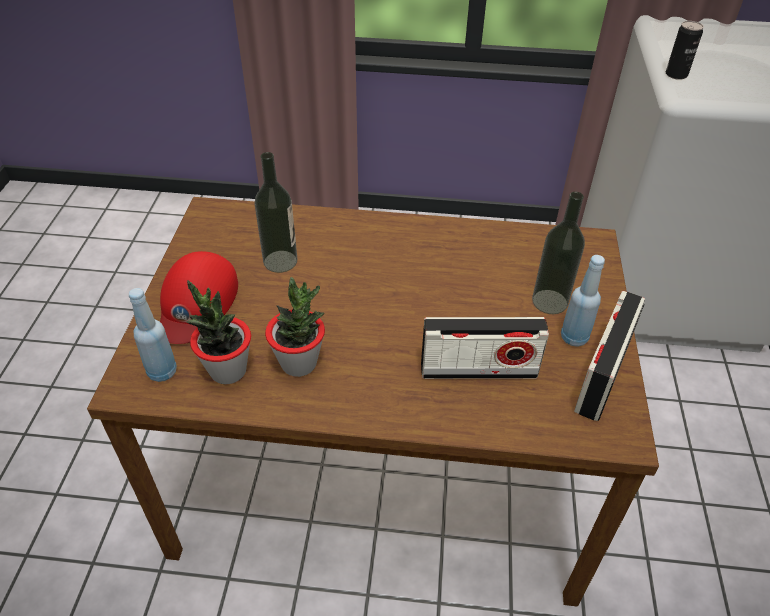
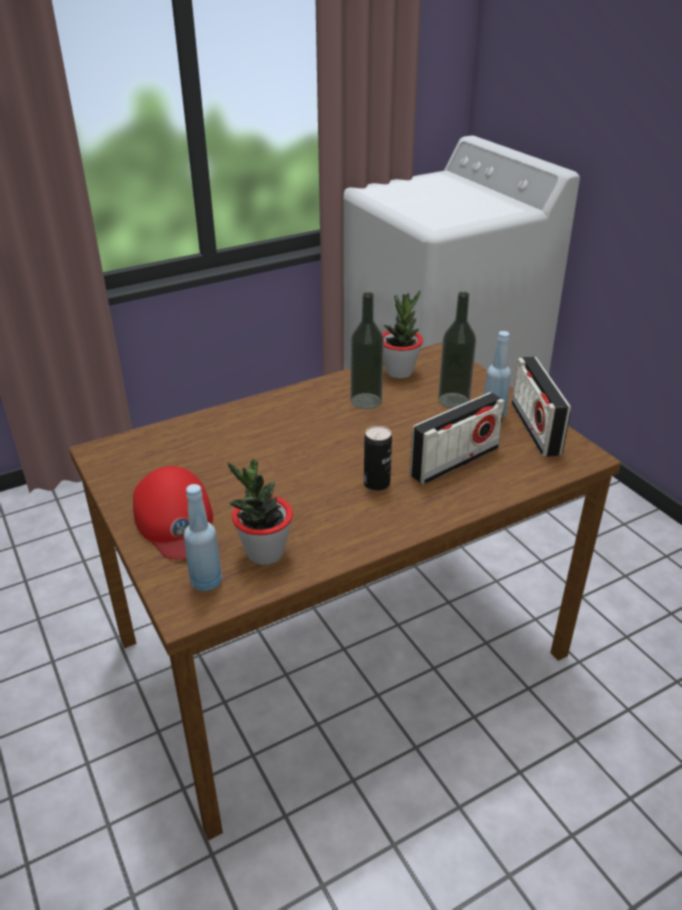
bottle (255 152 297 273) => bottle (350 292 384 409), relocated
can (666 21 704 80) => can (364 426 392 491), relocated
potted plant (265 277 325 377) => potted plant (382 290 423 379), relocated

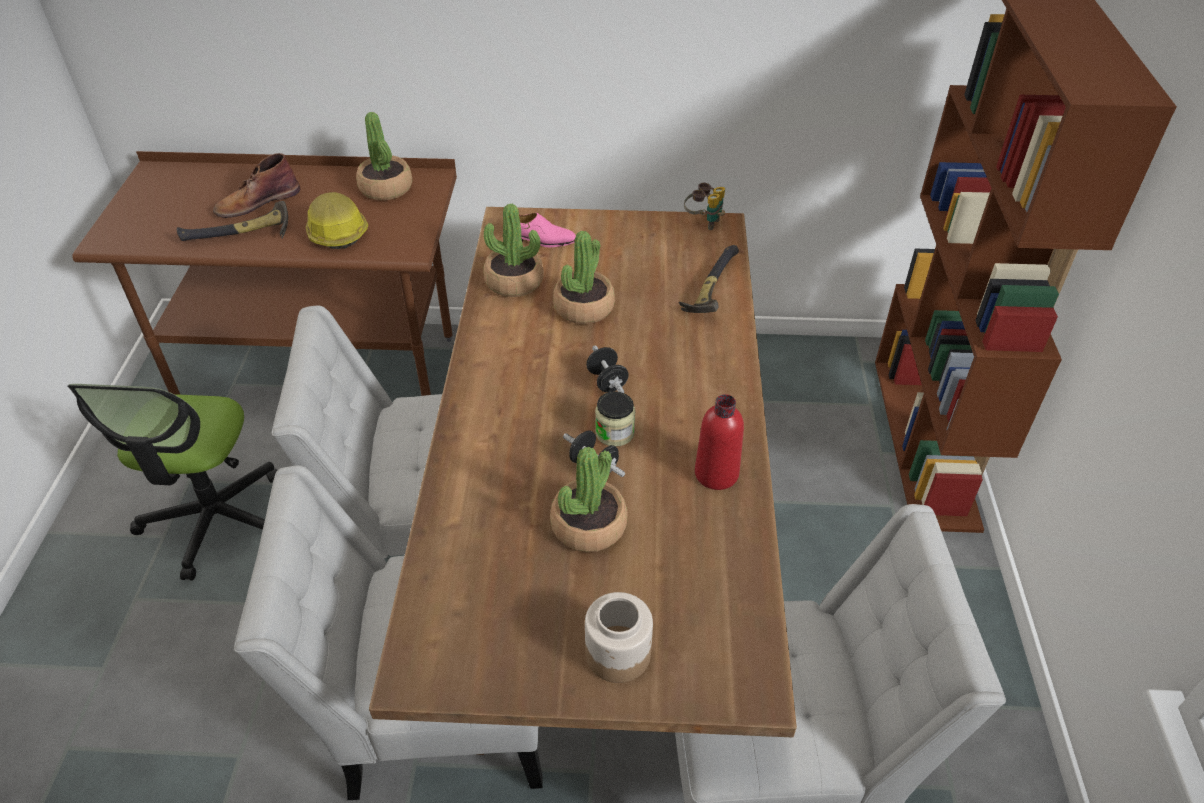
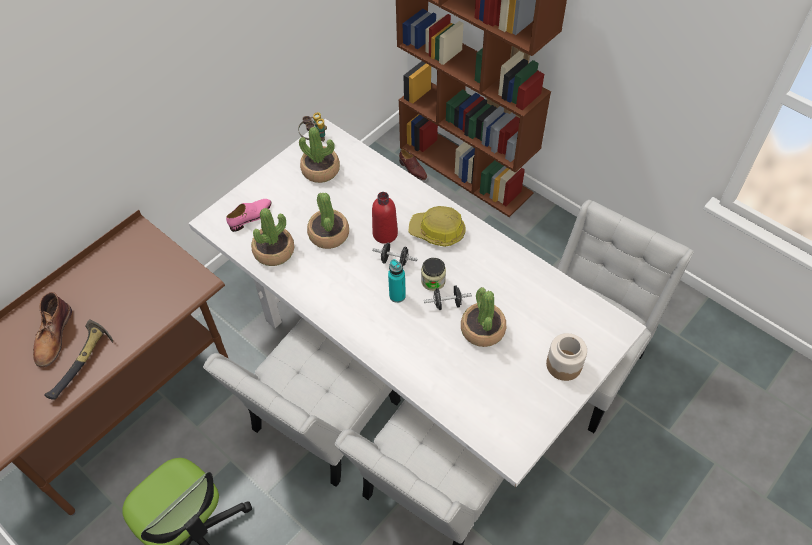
brown dining table (369 207 797 755) => white dining table (189 119 646 487)
potted plant (356 112 412 200) => potted plant (299 127 340 183), relocated
red bottle (695 394 744 490) => red bottle (372 192 398 244), relocated
nothing => turquoise bottle (388 259 406 303)
nothing => brown shoe (399 149 427 180)
hard hat (306 192 368 249) => hard hat (408 206 466 247), relocated
hammer (679 245 739 313) => nothing

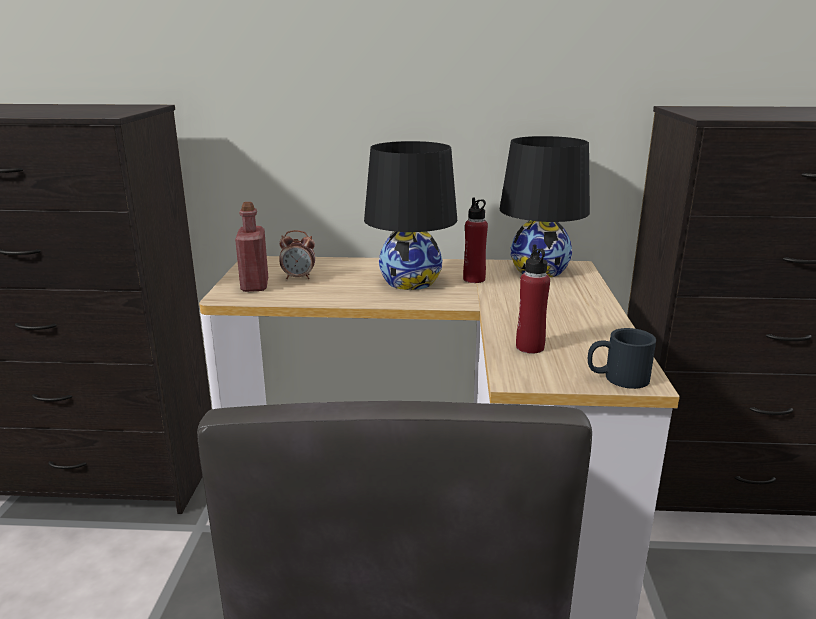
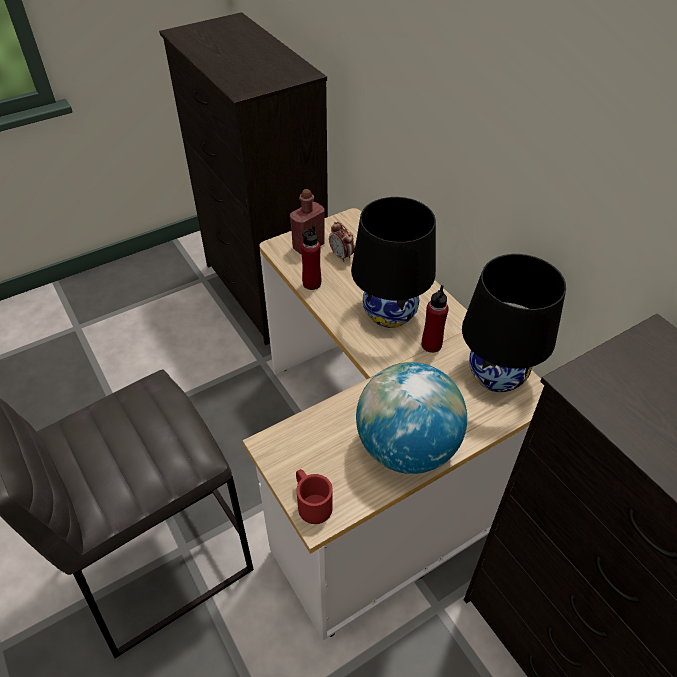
black mug (588 328 656 389) => red mug (296 469 333 524)
red bottle (516 245 550 354) => red bottle (301 225 321 290), relocated
nothing => globe (356 362 467 474)

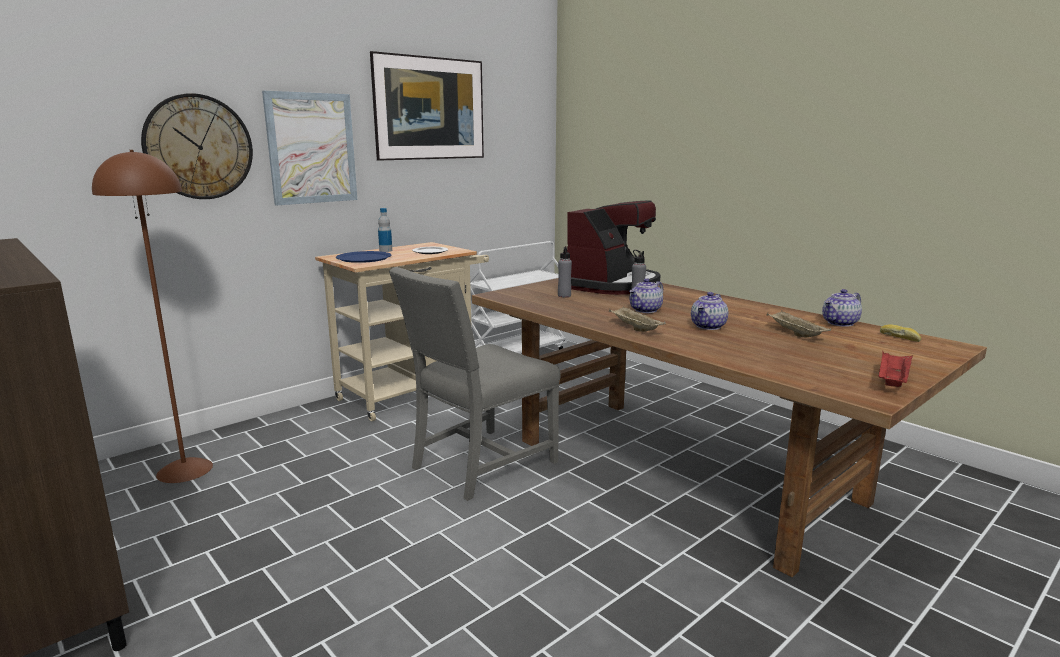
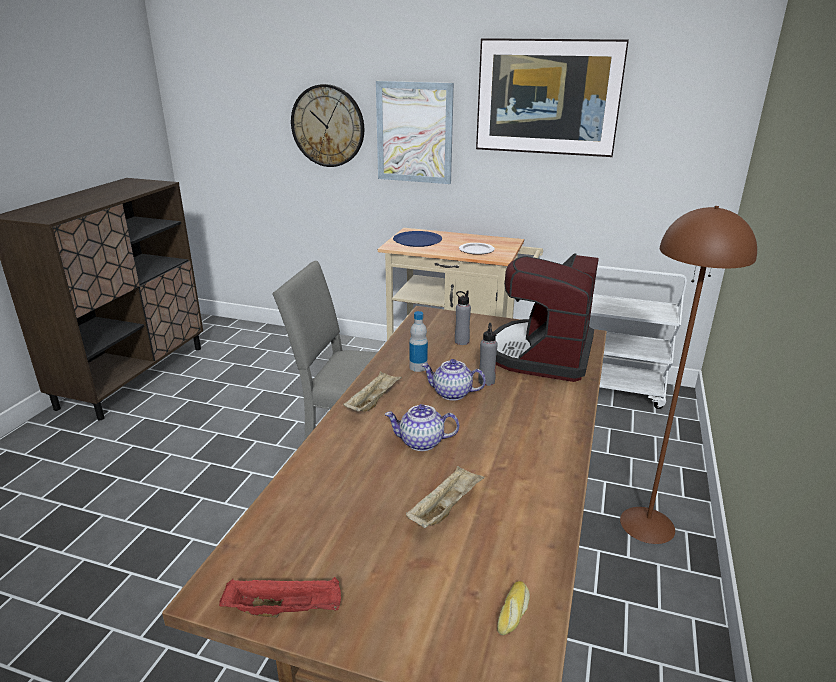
bottle (378 208 392 252) => bottle (409 311 428 372), relocated
coffee machine (567 200 661 295) => coffee machine (494 254 599 382), 105 degrees clockwise
brown floor lamp (92 150 213 483) => brown floor lamp (620 206 757 544), relocated
teapot (822 289 862 327) => nothing

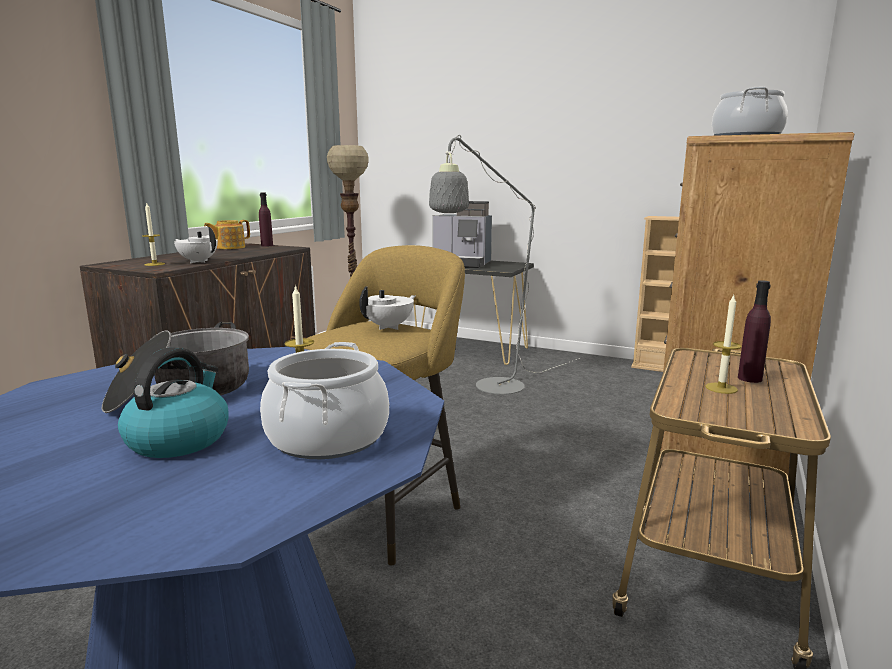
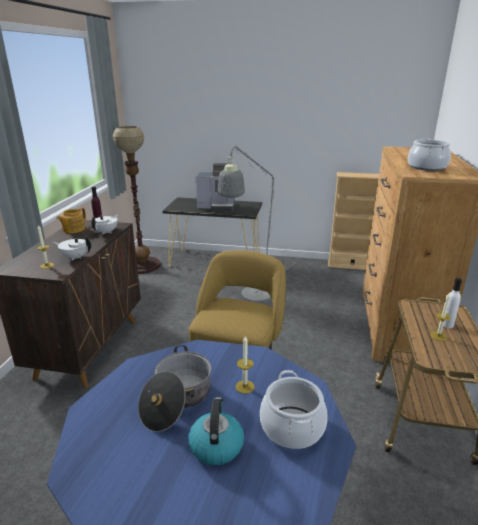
white teapot (359 286 416 330) => white teapot (91 215 118 235), relocated
purple bottle (738 280 771 383) => white bottle (443 278 462 328)

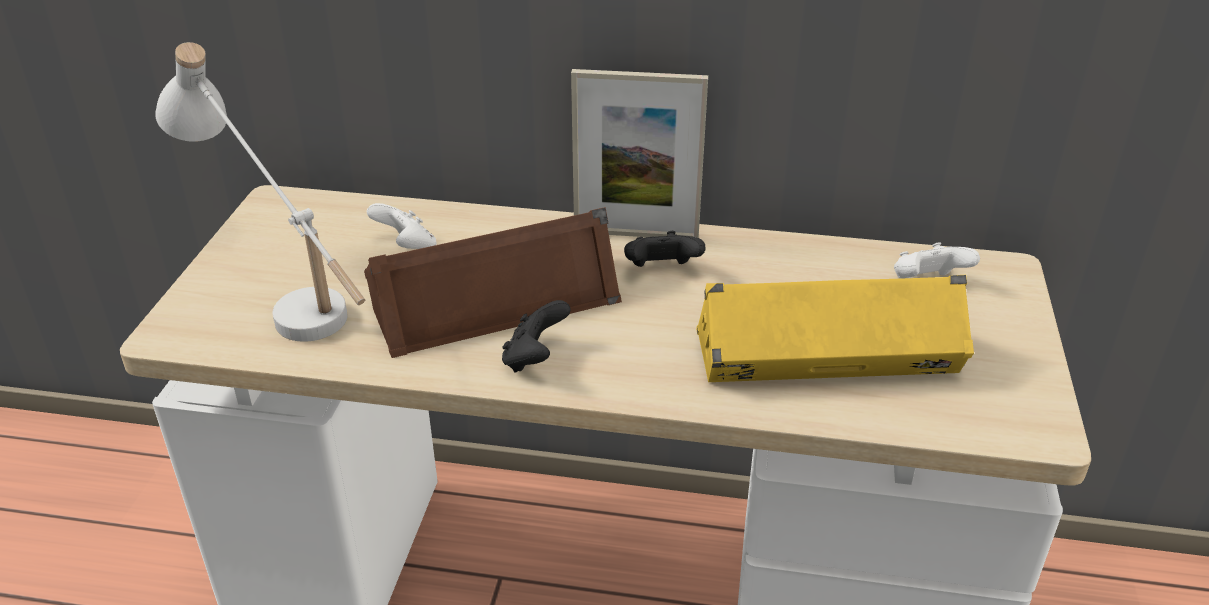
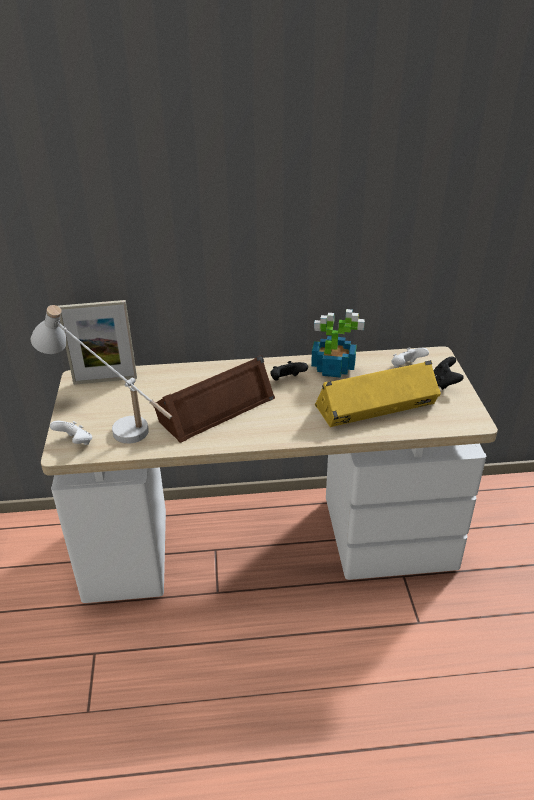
white game controller (367 203 437 249) => white game controller (50 421 92 445), relocated
picture frame (571 69 708 238) => picture frame (58 300 137 385), relocated
nothing => potted plant (311 309 365 378)
black game controller (502 300 571 372) => black game controller (433 356 464 390), relocated

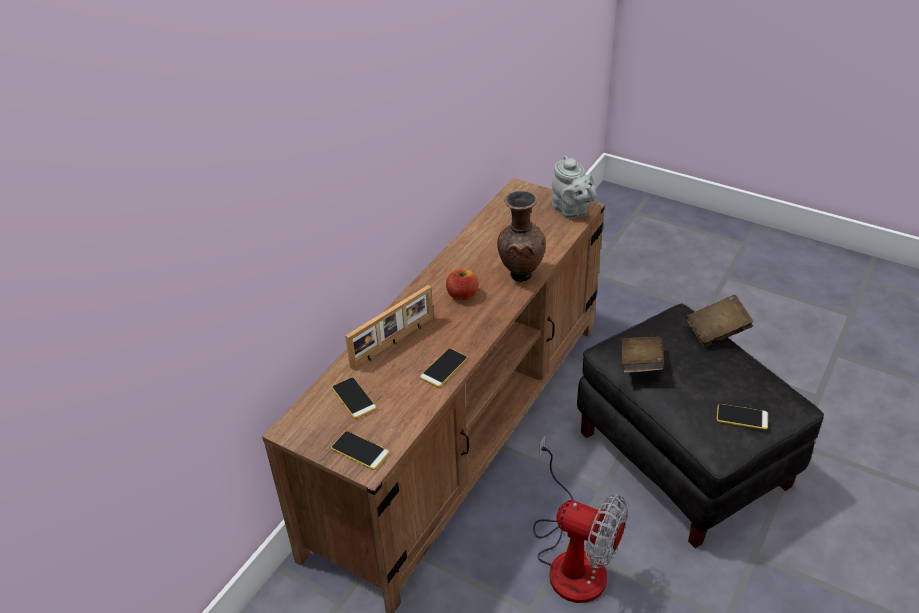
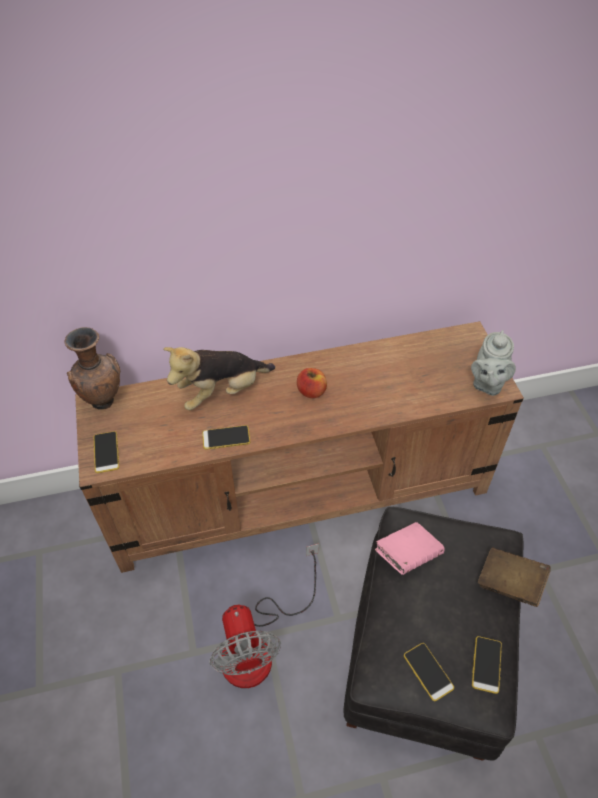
brown vase (497 191 546 282) => brown vase (65 327 120 409), relocated
picture frame (345 285 433 369) => plush toy (163 347 275 410)
brown book (621 337 664 373) => pink book (375 522 445 575)
phone (332 377 377 419) => phone (472 636 502 694), relocated

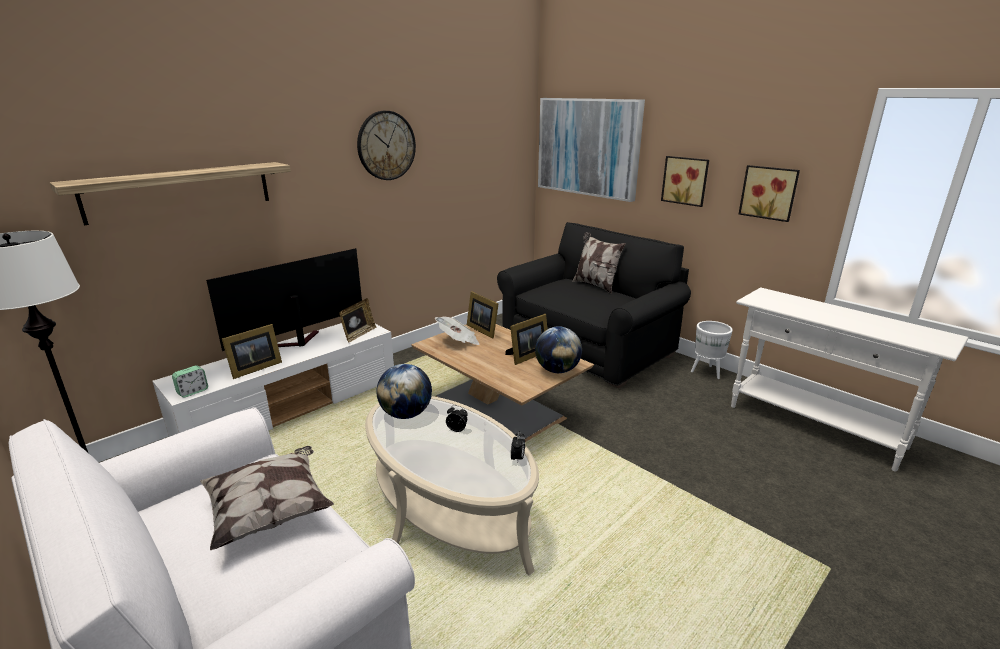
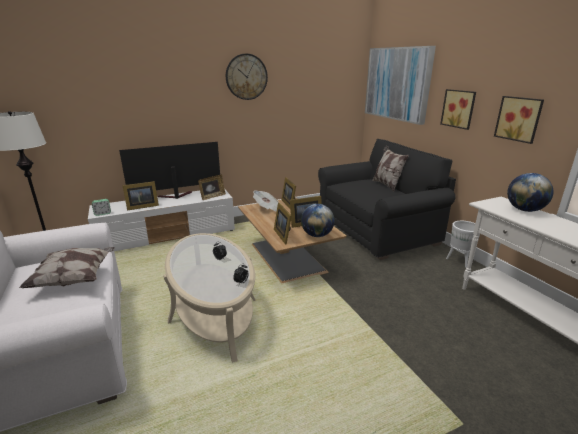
nothing => picture frame (274 203 292 245)
globe (376 364 432 419) => globe (507 173 554 212), relocated
shelf (50 162 291 225) => nothing

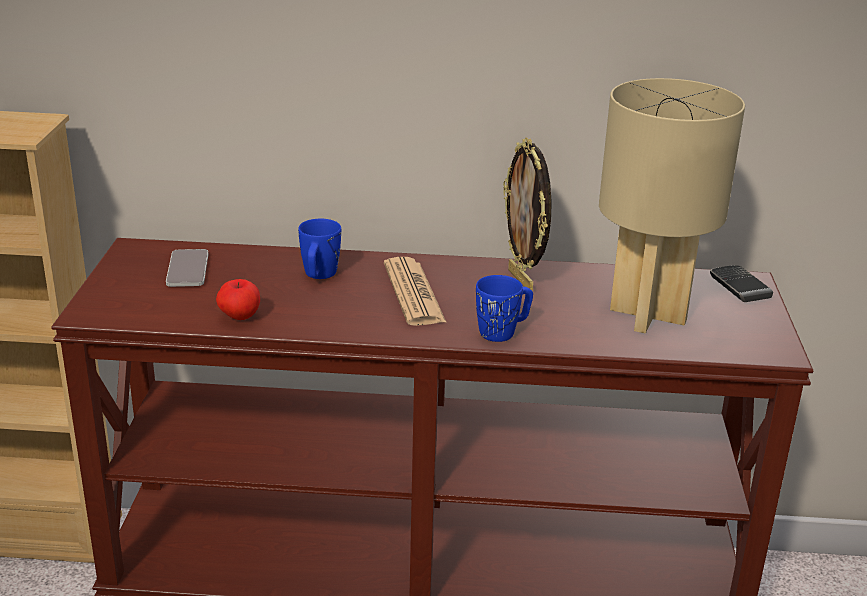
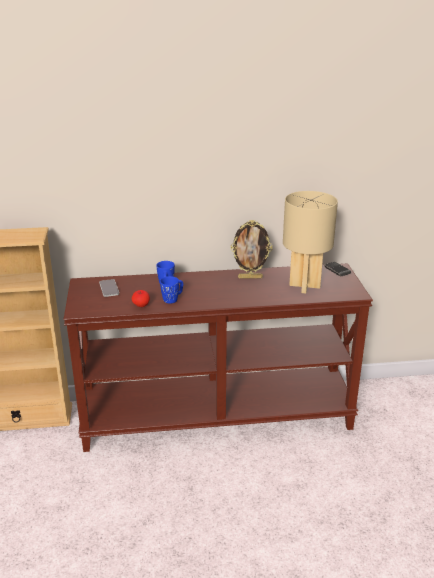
blue mug (476 275 533 342) => blue mug (160 276 183 304), relocated
picture frame (503 138 552 291) => picture frame (230 220 273 279), 60 degrees counterclockwise
newspaper (384 257 447 326) => nothing

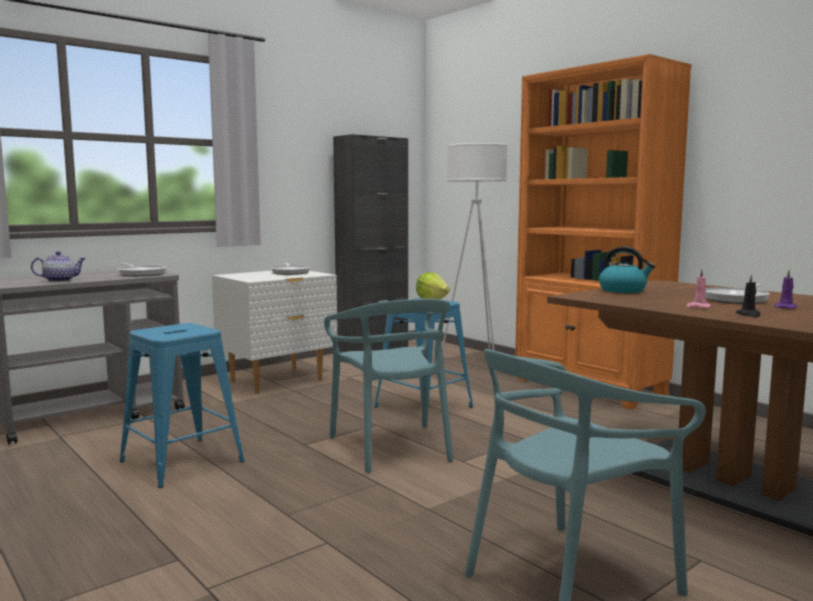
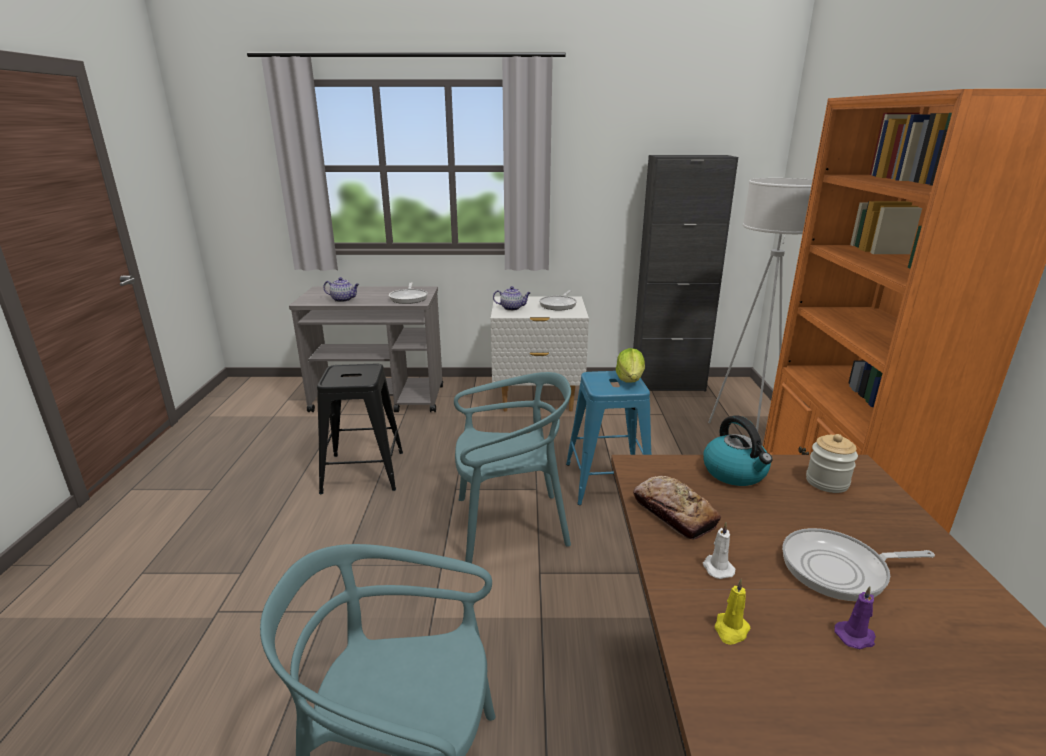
blue stool (119 323 245 488) => black stool (317 364 403 494)
turquoise chair (324 299 453 473) => turquoise chair (454 372 571 563), 120 degrees counterclockwise
nothing => teapot (493 286 531 311)
nothing => bread (633 476 721 540)
pink candle (686 269 711 308) => white candle (703 523 735 579)
black candle (736 274 761 317) => yellow candle (715 579 751 645)
nothing => jar (806 434 858 493)

